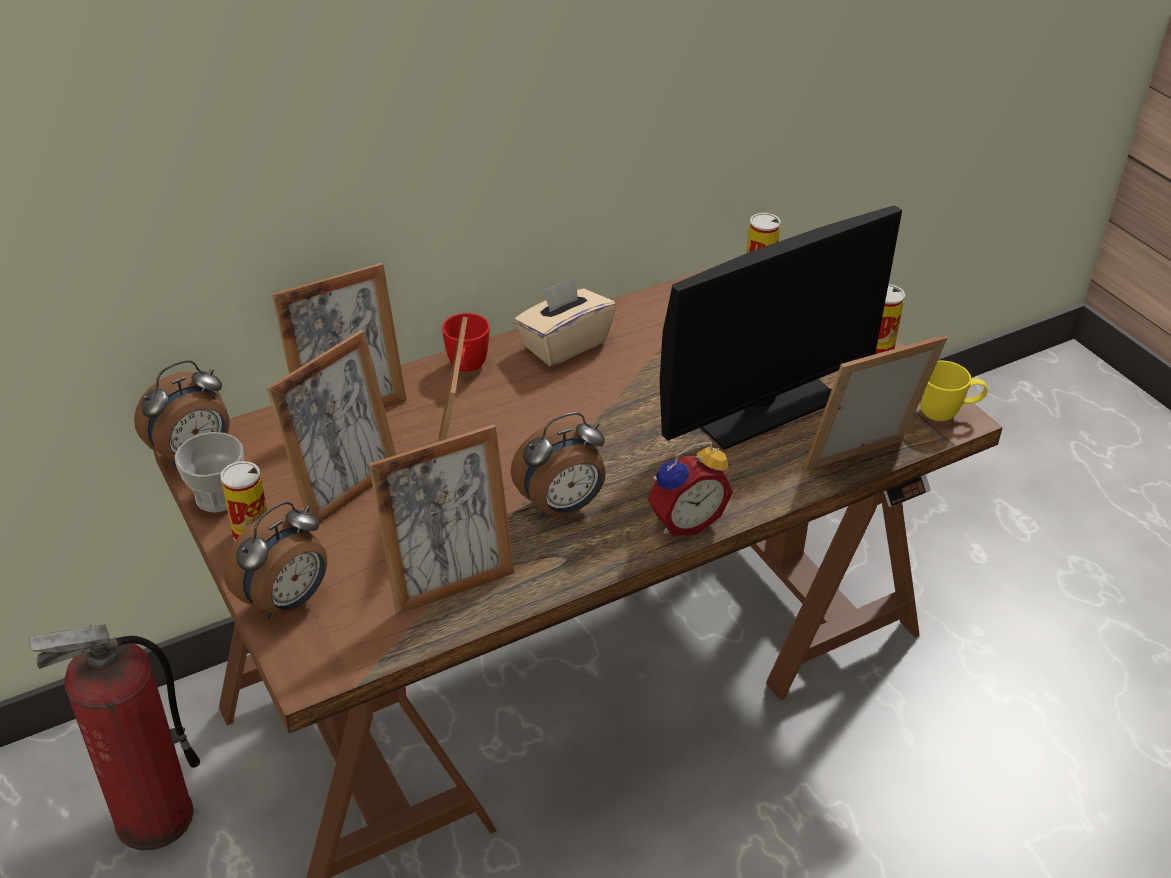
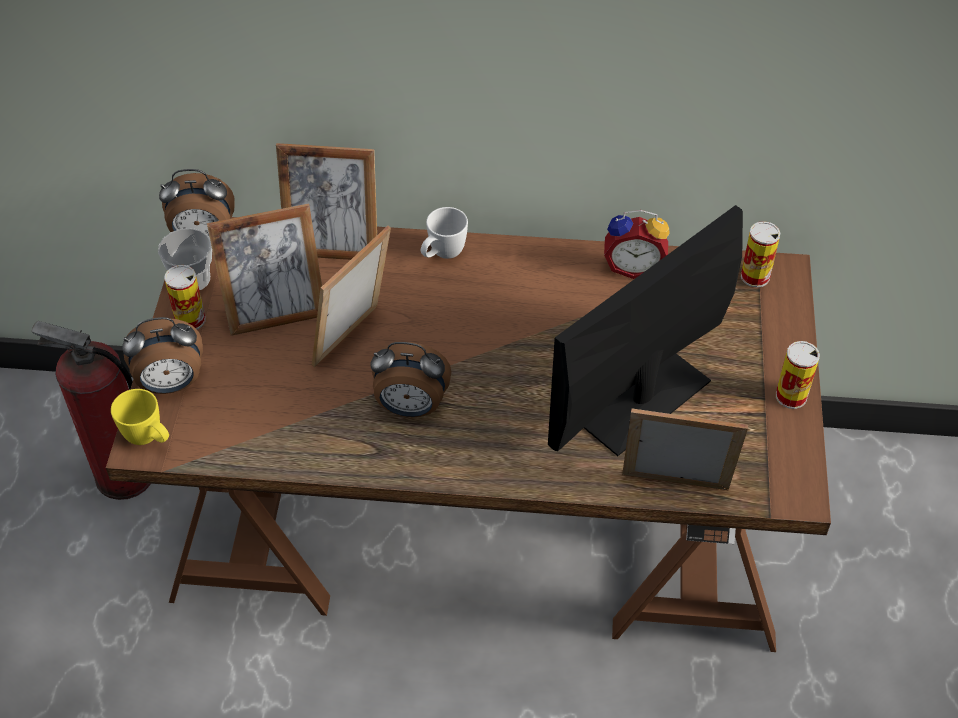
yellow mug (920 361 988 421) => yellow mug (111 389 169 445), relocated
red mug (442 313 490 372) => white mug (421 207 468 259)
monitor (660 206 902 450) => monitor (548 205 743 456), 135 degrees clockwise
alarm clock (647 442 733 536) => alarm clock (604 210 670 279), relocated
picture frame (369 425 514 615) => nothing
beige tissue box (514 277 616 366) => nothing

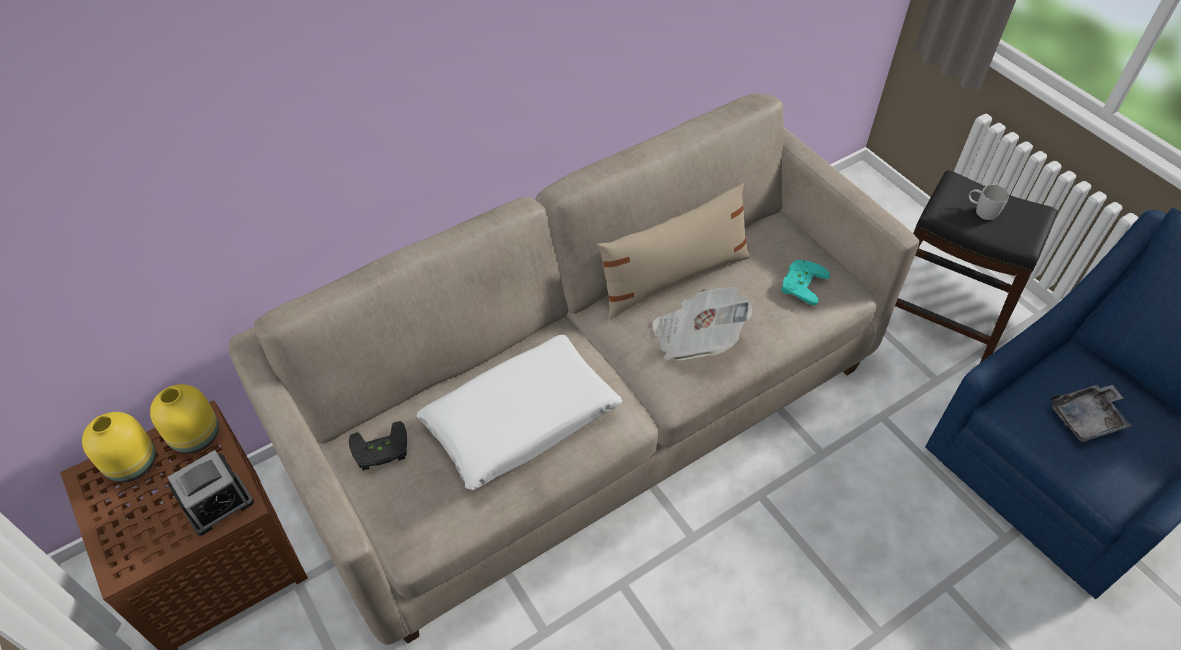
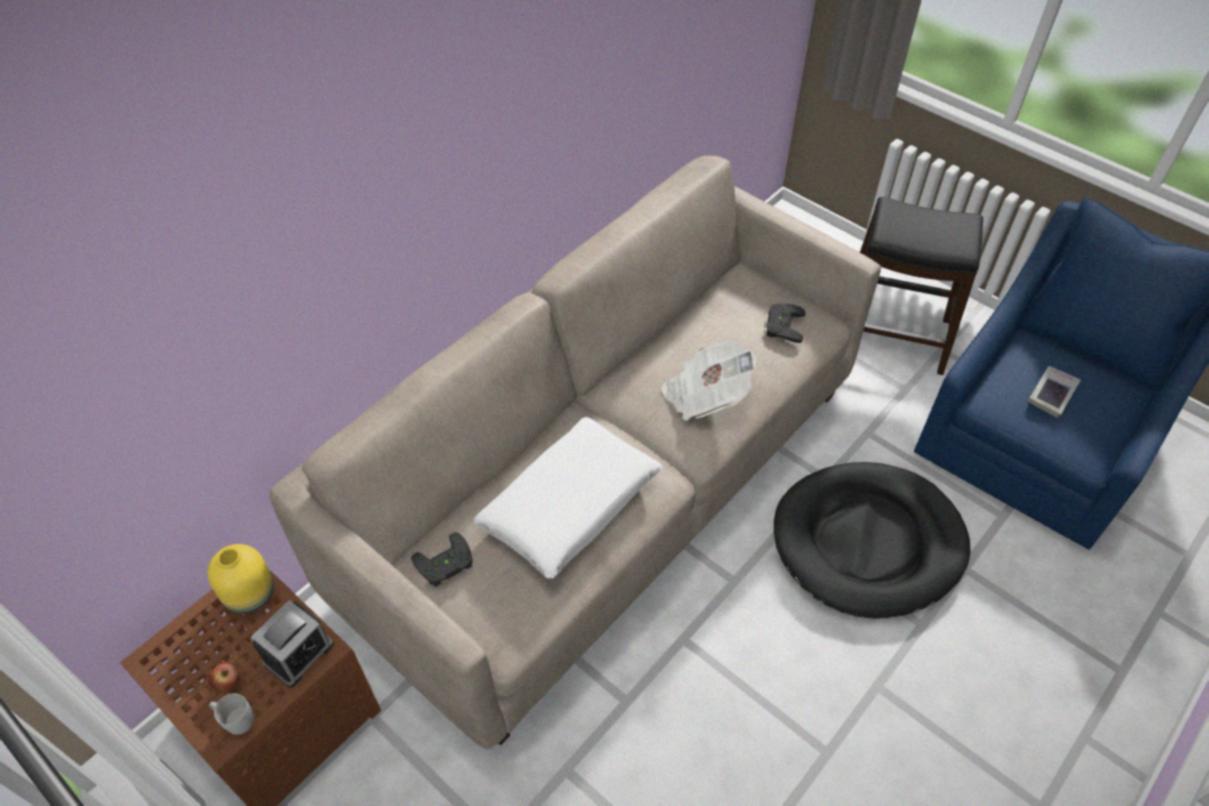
nothing => apple (208 663 240 694)
white mug (969 185 1009 220) => white mug (209 693 254 735), relocated
turquoise game controller (781 260 830 306) => black game controller (767 303 805 343)
nothing => black dog bed (774 462 971 619)
grey tray (1050 385 1131 442) => book (1028 366 1081 418)
yellow vase (82 412 156 482) => nothing
beige pillow (597 183 751 320) => nothing

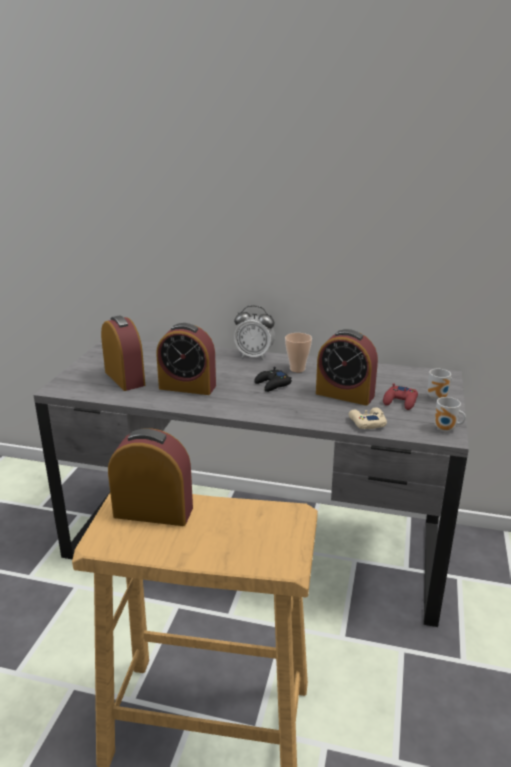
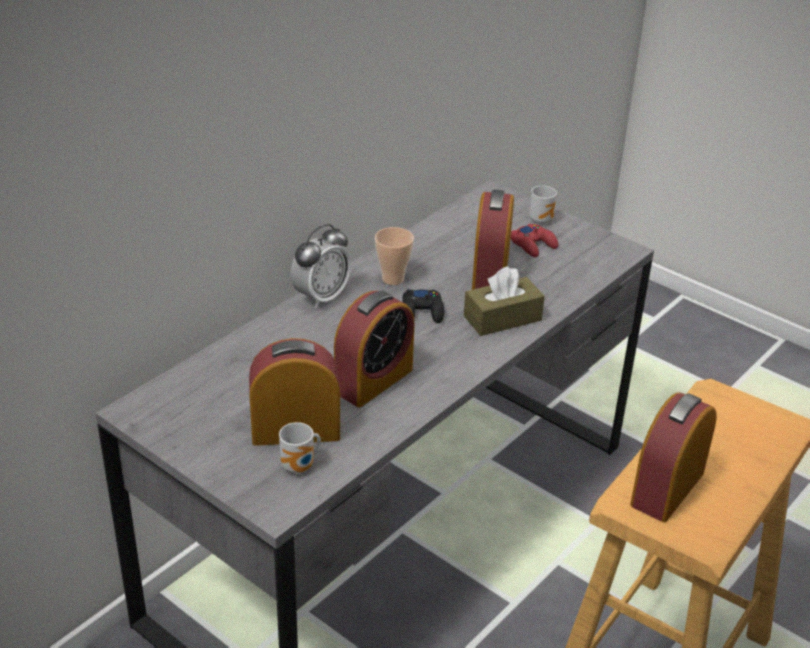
mug (434 397 466 432) => mug (279 422 321 474), relocated
nothing => brown tissue box (464 266 545 336)
alarm clock (316 329 378 406) => alarm clock (472 189 514 290), 135 degrees clockwise
beige game controller (348 407 387 429) => nothing

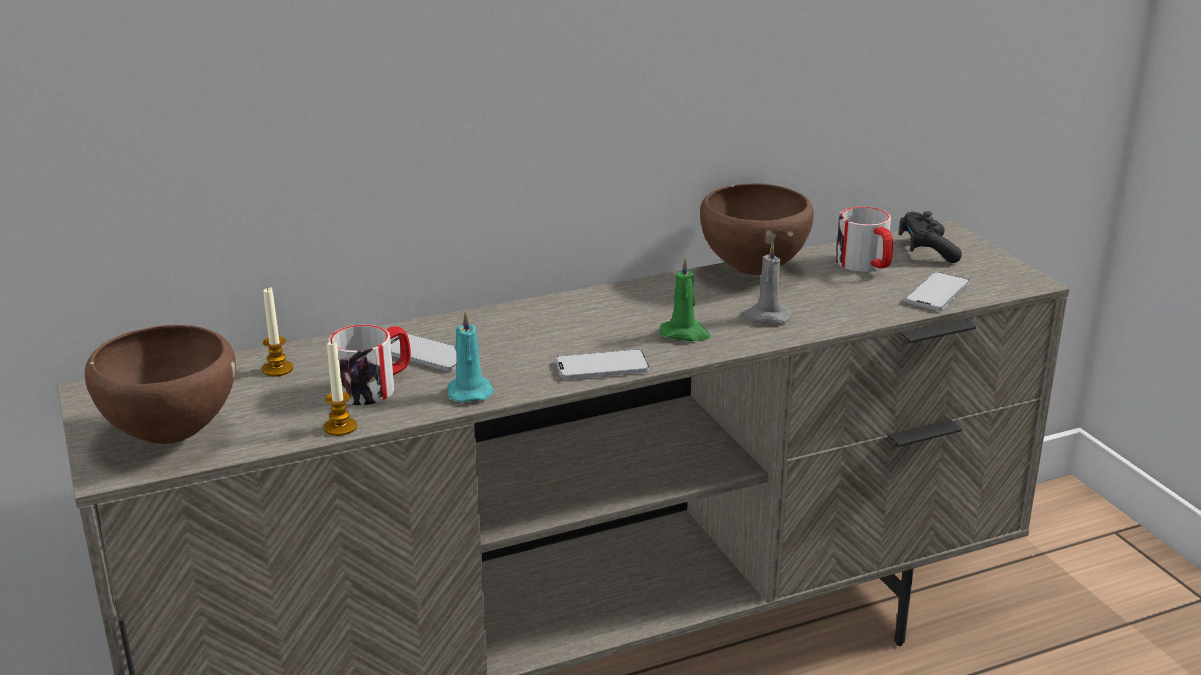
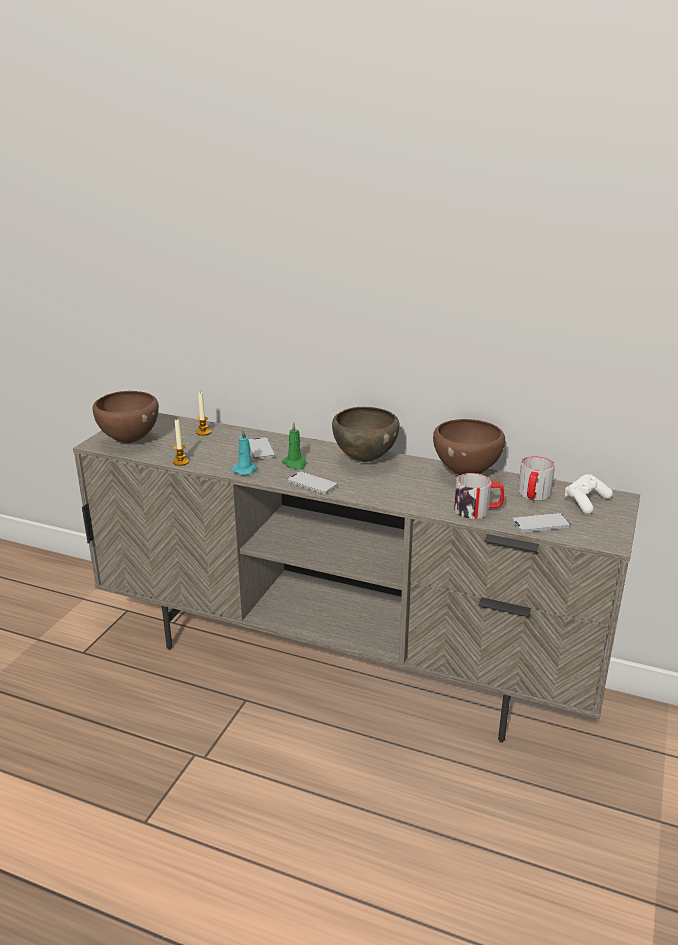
green candle (659 257 711 341) => green candle (282 422 307 470), relocated
nothing => brown bowl (332 407 399 462)
mug (328 325 411 406) => mug (454 473 504 519), relocated
black game controller (899 211 962 263) => white game controller (565 474 613 514)
grey candle (741 241 792 324) => nothing

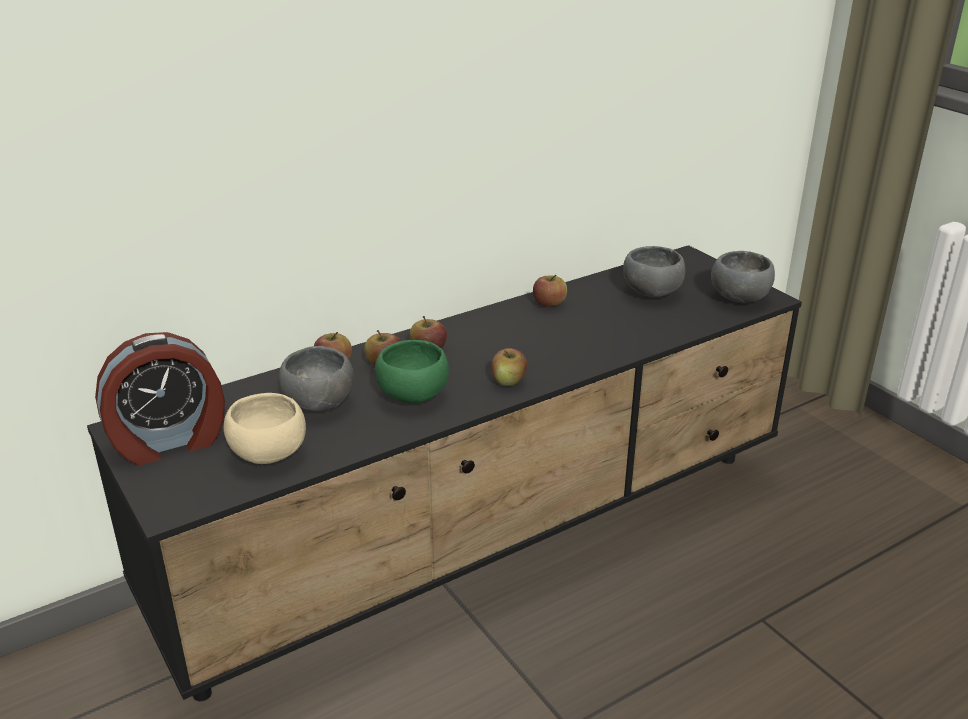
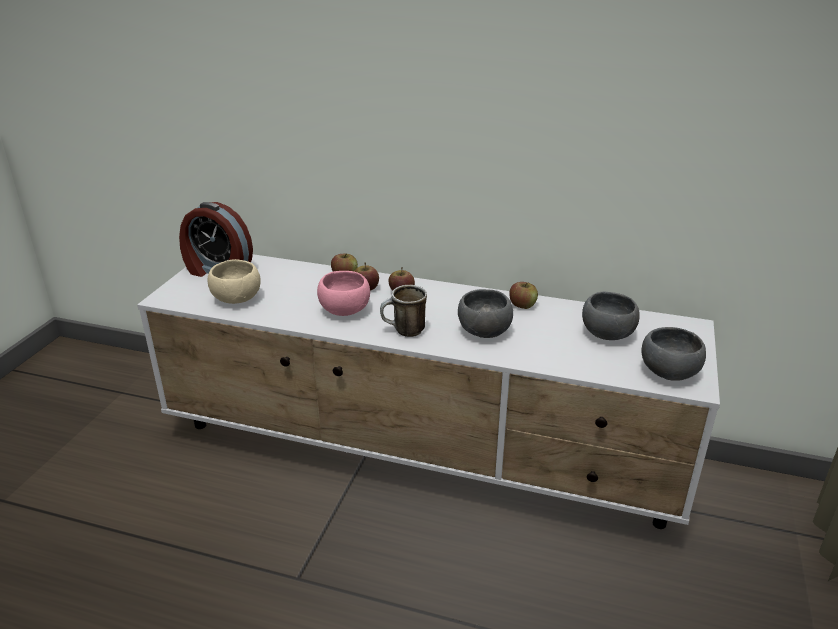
black tv stand (87 245 802 701) => white tv stand (137 254 720 529)
green bowl (375 340 449 403) => pink bowl (317 271 370 316)
apple (492 348 527 386) => mug (380 285 427 337)
grey bowl (279 346 354 411) => grey bowl (458 289 513 338), relocated

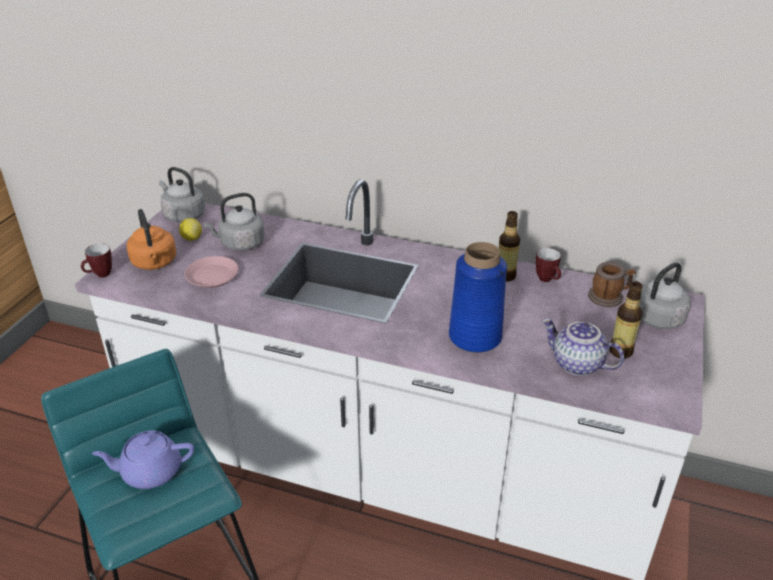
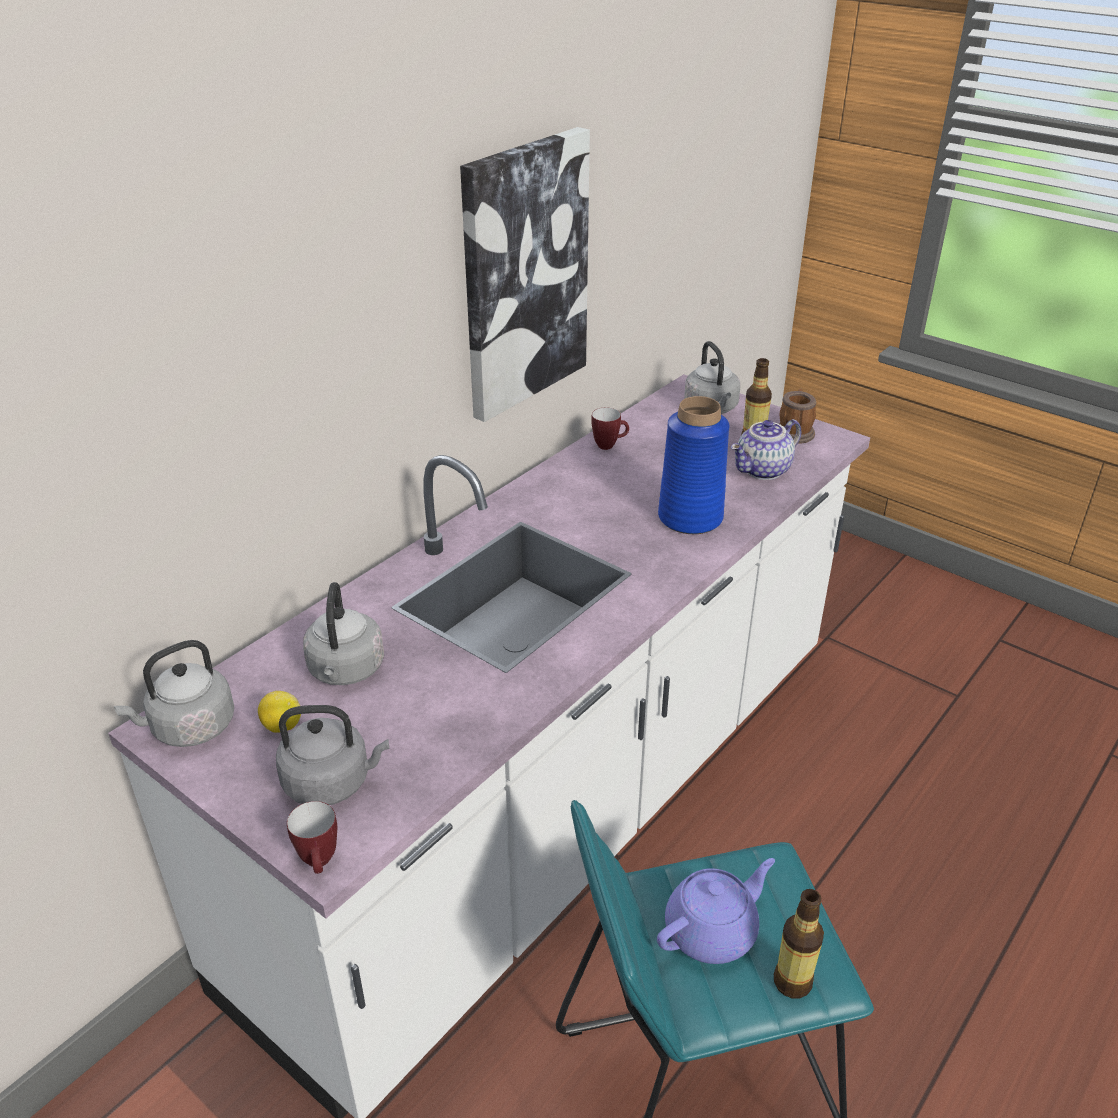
orange kettle (127 209 176 270) => grey kettle (276 705 390 805)
nothing => picture (460 127 590 422)
purple teapot (92 431 194 489) => purple teapot (657 858 775 964), 135 degrees counterclockwise
bottle (499 211 520 282) => bottle (774 889 824 998), relocated
mug (588 262 636 307) => mug (779 389 816 444), relocated
pink plate (185 256 238 288) => nothing

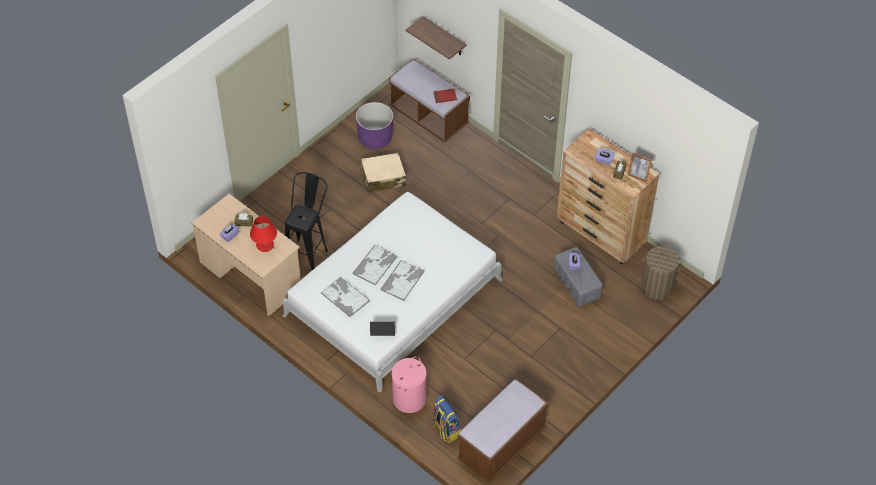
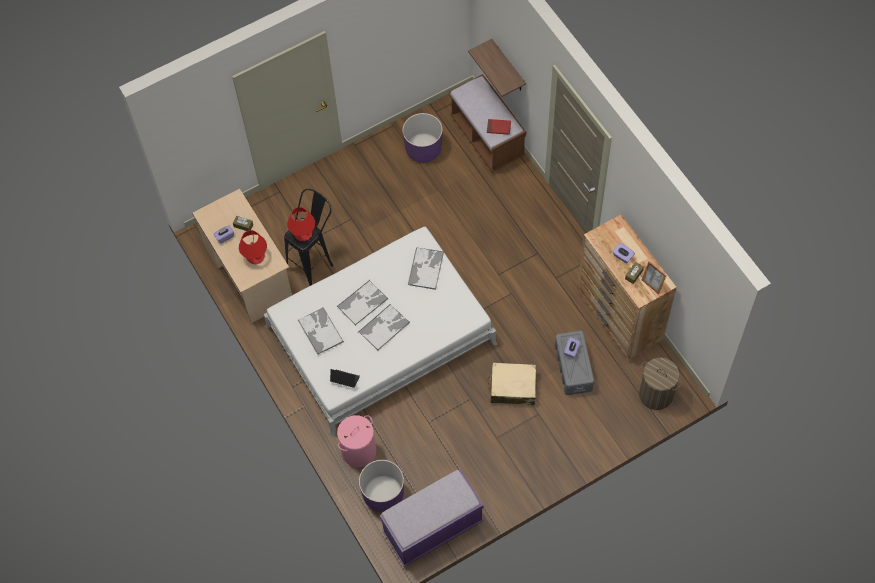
nothing => red table lamp (287 207 315 241)
backpack (432 395 461 443) => purple planter (359 460 404 512)
brown bench (457 379 549 483) => purple bench (380 469 483 567)
nothing => tray (408 247 444 290)
beige suitcase (360 153 406 192) => beige suitcase (488 362 537 405), relocated

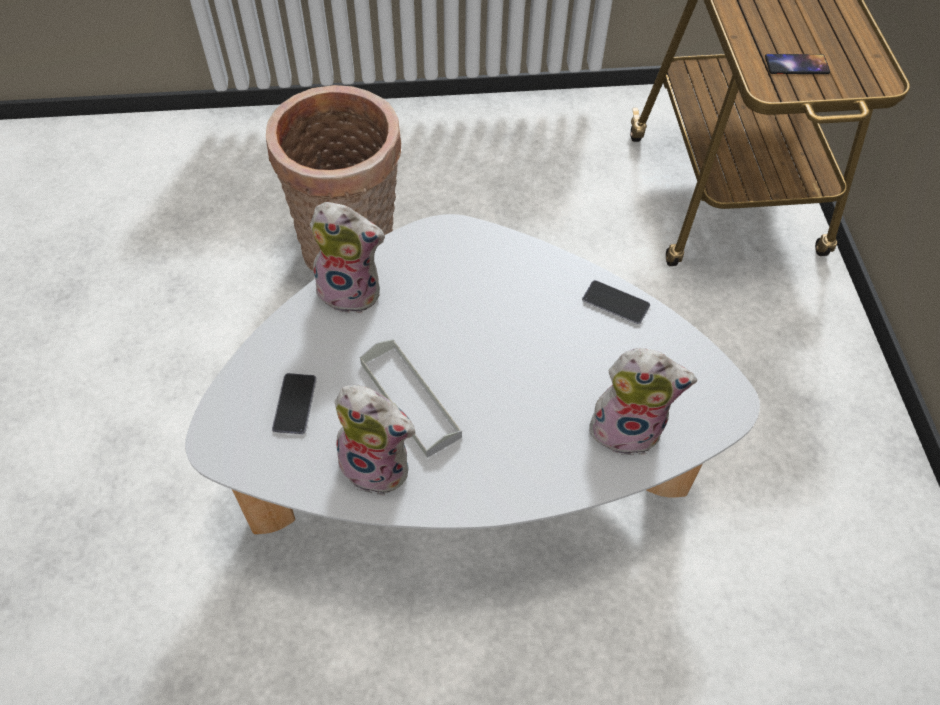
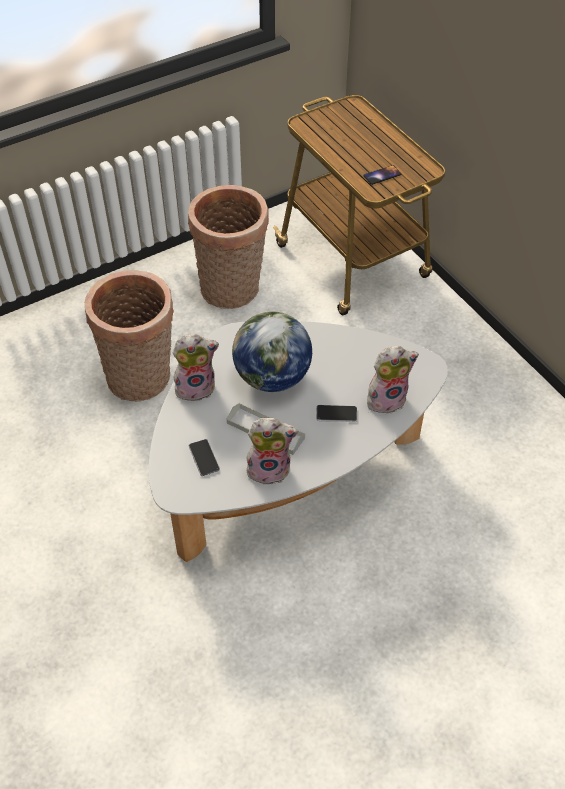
nothing => basket (188 185 269 309)
nothing => globe (232 311 312 392)
phone (582 280 650 325) => phone (316 405 357 422), relocated

